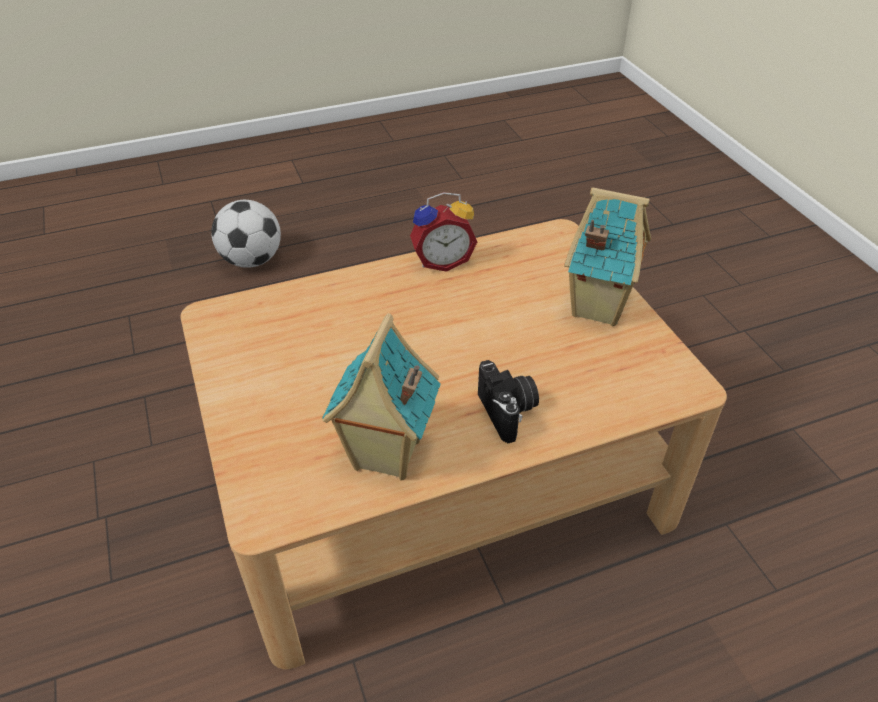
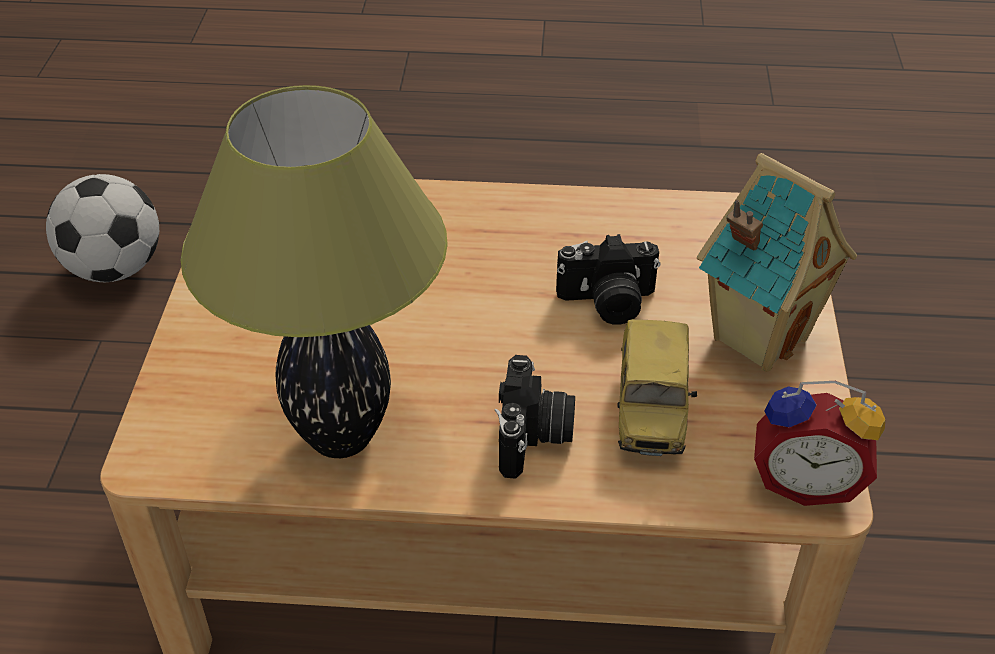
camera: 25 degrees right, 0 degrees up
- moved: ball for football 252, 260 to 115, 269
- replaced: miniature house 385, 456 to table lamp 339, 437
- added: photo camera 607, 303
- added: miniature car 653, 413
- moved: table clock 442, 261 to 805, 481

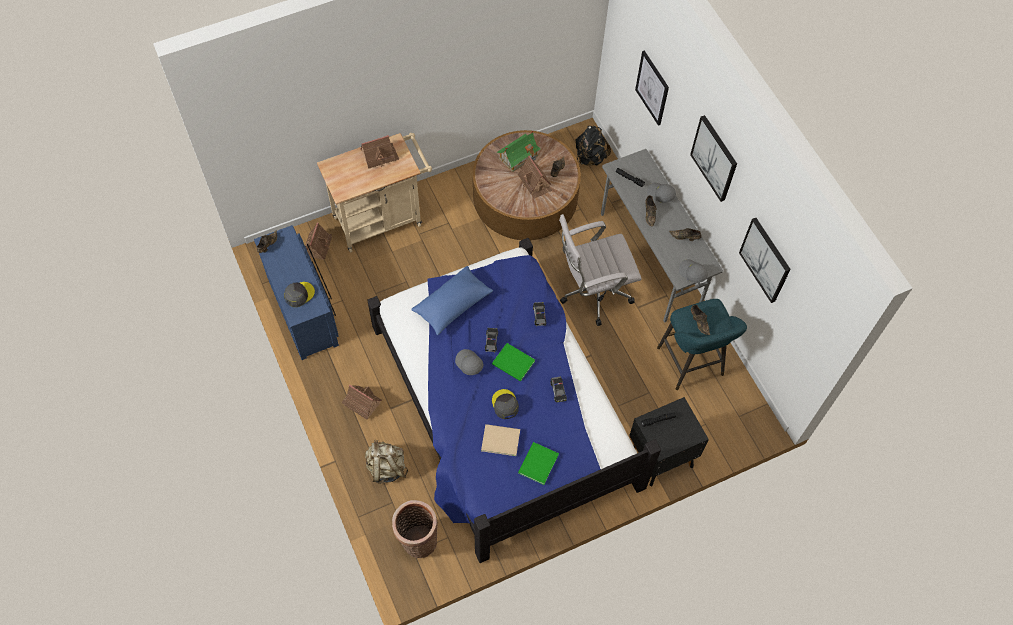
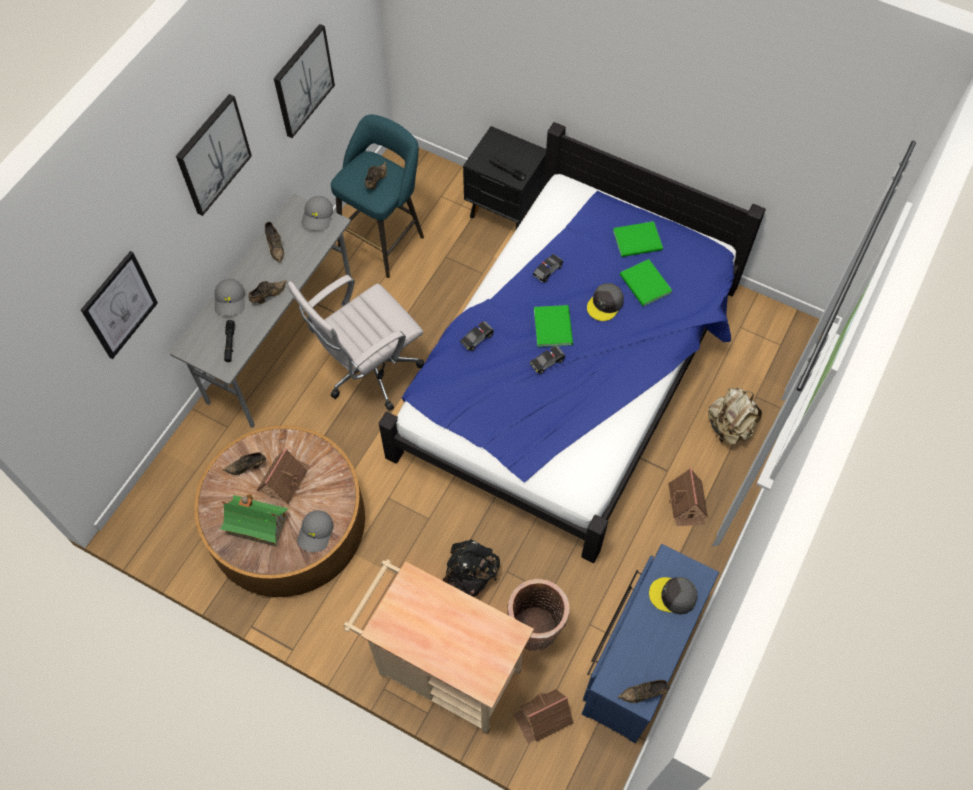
camera: 125 degrees left, 0 degrees up
- turned: office chair/white 592, 293 = 368, 372 105 degrees clockwise
- moved: cap/greyish 468, 364 to 316, 533
- moved: knapsack/black-coloured 590, 157 to 470, 576
- moved: household basket 417, 540 to 535, 632
- recoloured: bound book/beige-coloured 499, 439 to bound book/green-coloured 645, 285
- removed: miniature house 379, 156
- removed: throw pillow/bluish 452, 305

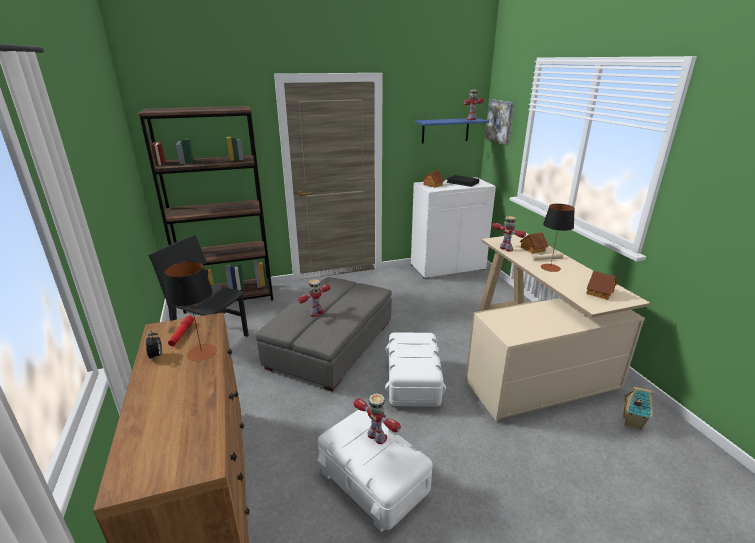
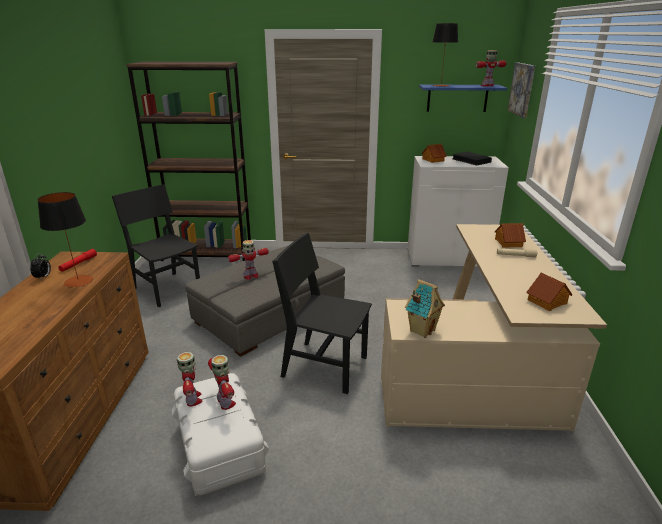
camera: 20 degrees right, 0 degrees up
- moved: robot figure 506, 249 to 193, 399
- replaced: storage bin/white 412, 382 to chair/black-coloured 324, 366
- moved: miniature house 631, 422 to 422, 330
- moved: table lamp 550, 268 to 441, 85

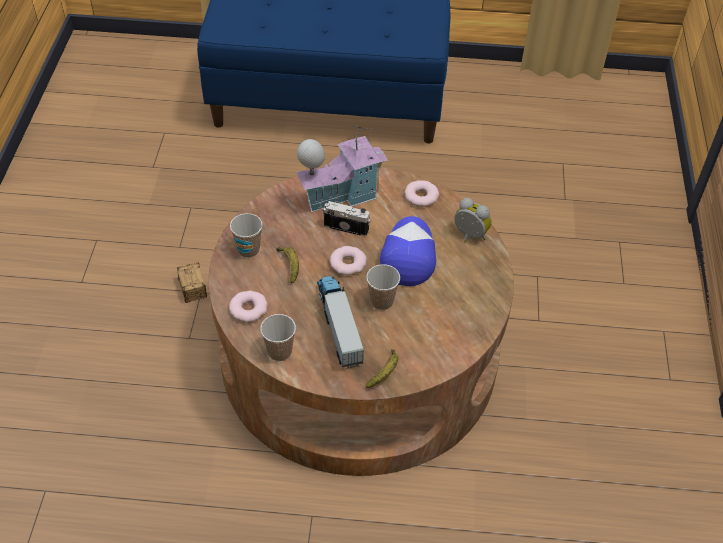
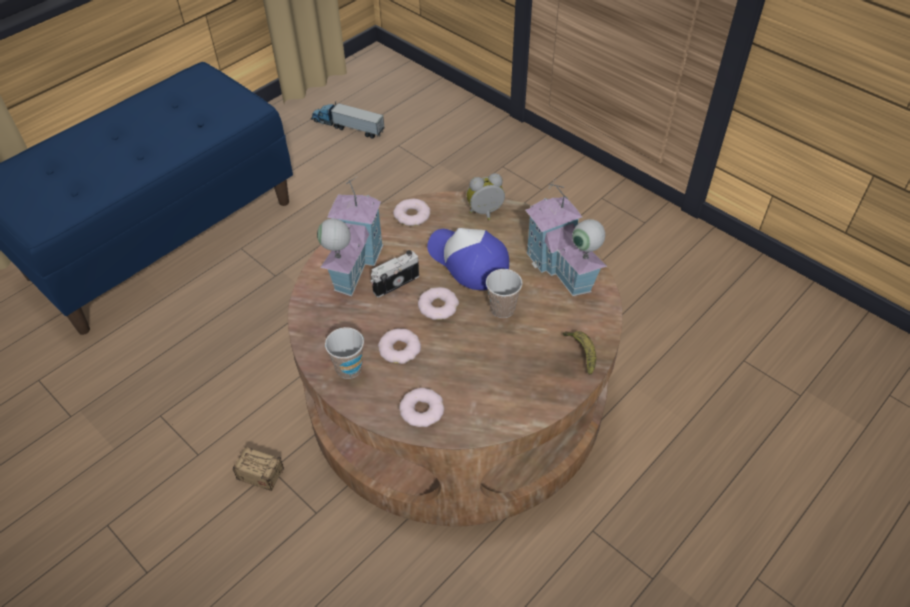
camera: 50 degrees left, 0 degrees up
- moved: toy truck 338, 325 to 347, 126
- replaced: banana 289, 266 to ring doughnut 400, 349
- added: miniature house 560, 268
- removed: drinking cup 279, 352

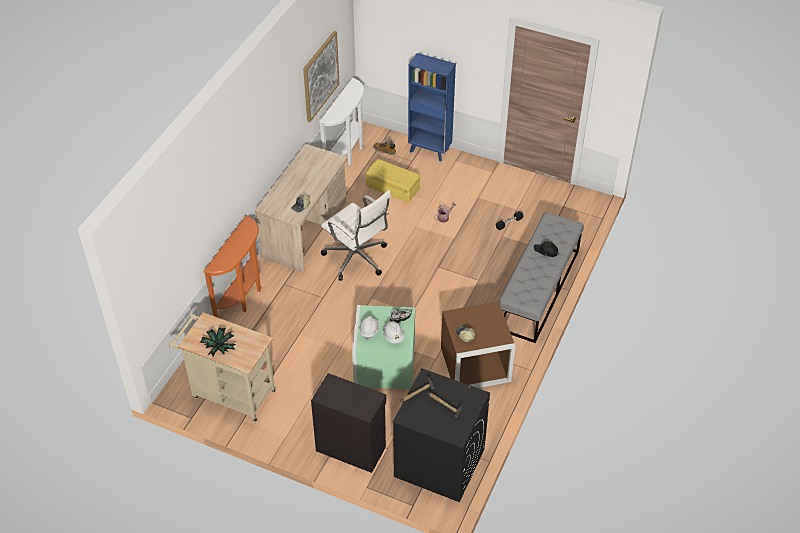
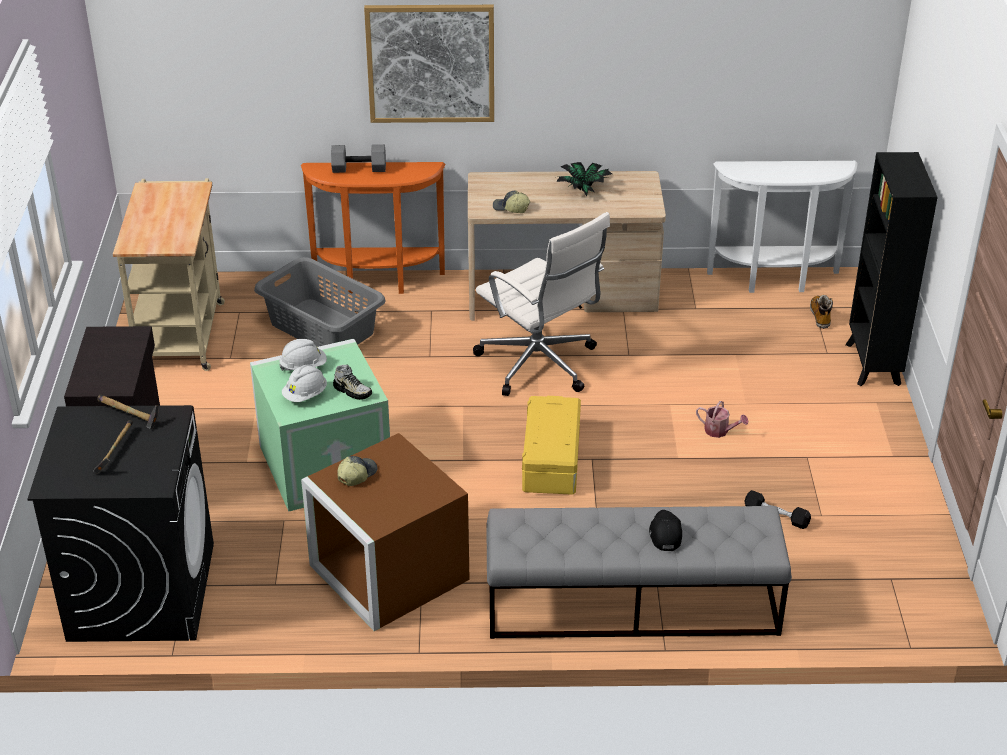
camera: 65 degrees right, 10 degrees down
- added: hamper/greyish 322, 327
- added: dumbbell/greyish 359, 168
- moved: wall art 320, 76 to 430, 63
- turned: office chair/white 357, 259 = 539, 365 60 degrees counterclockwise
- moved: storage bin/yellowish 393, 187 to 552, 460
- moved: plant in a pot 219, 347 to 584, 189
- recoloured: bookshelf/bluish 430, 150 to bookshelf/black-coloured 872, 365

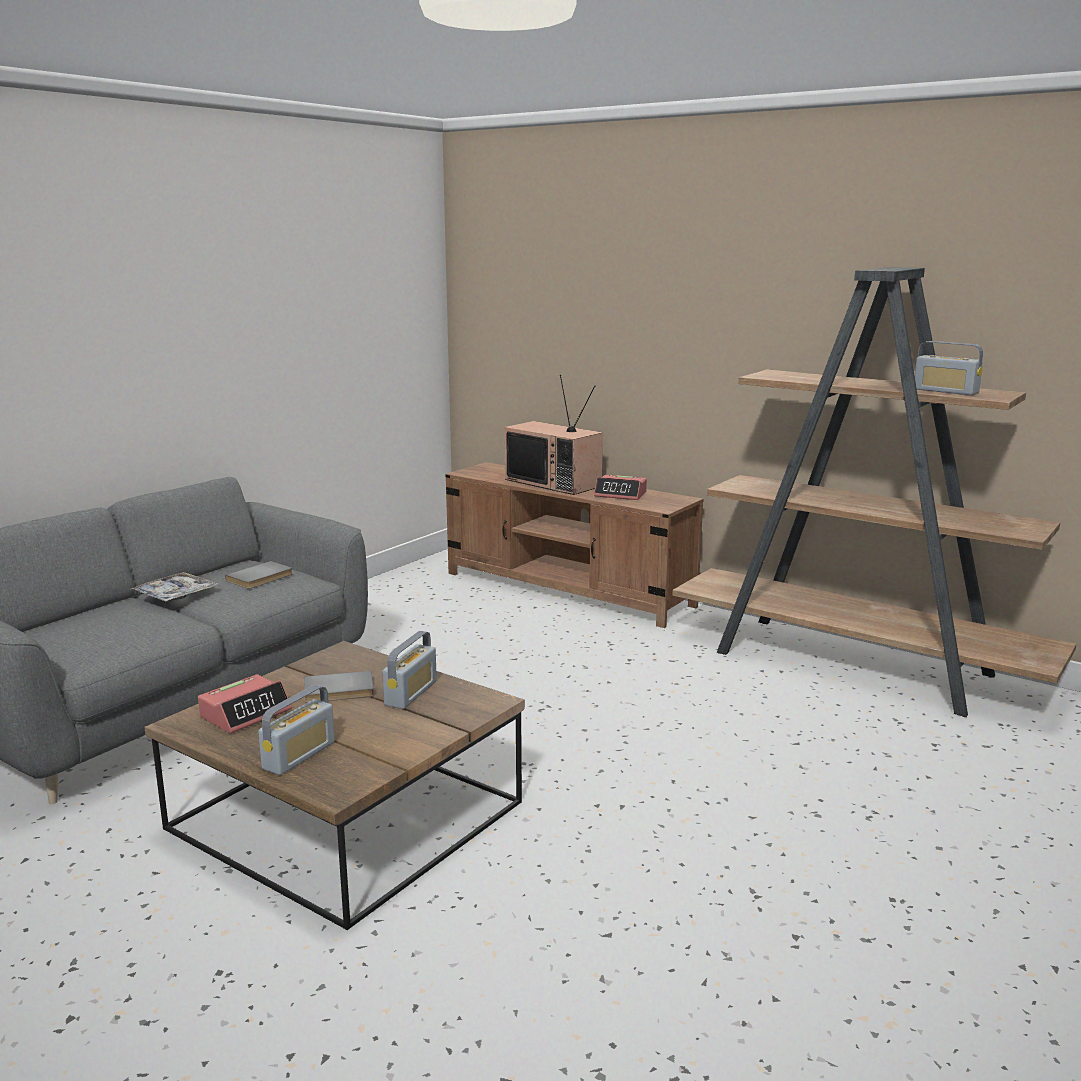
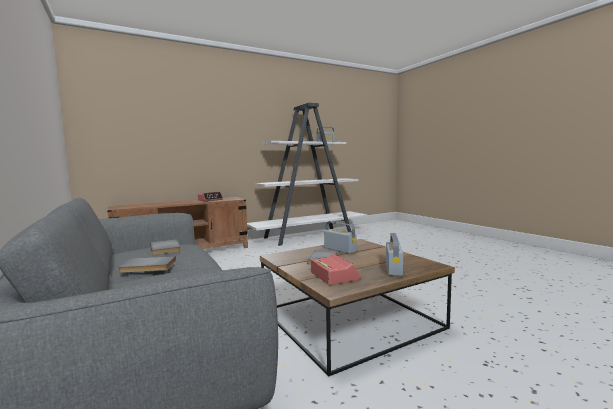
camera: 65 degrees left, 10 degrees down
- replaced: carrying tray 175, 595 to bound book/greyish 147, 267
- recoloured: bookshelf/brown 857, 665 to bookshelf/white 309, 236
- turned: radio 299, 755 = 393, 269 45 degrees clockwise
- removed: TV 555, 483

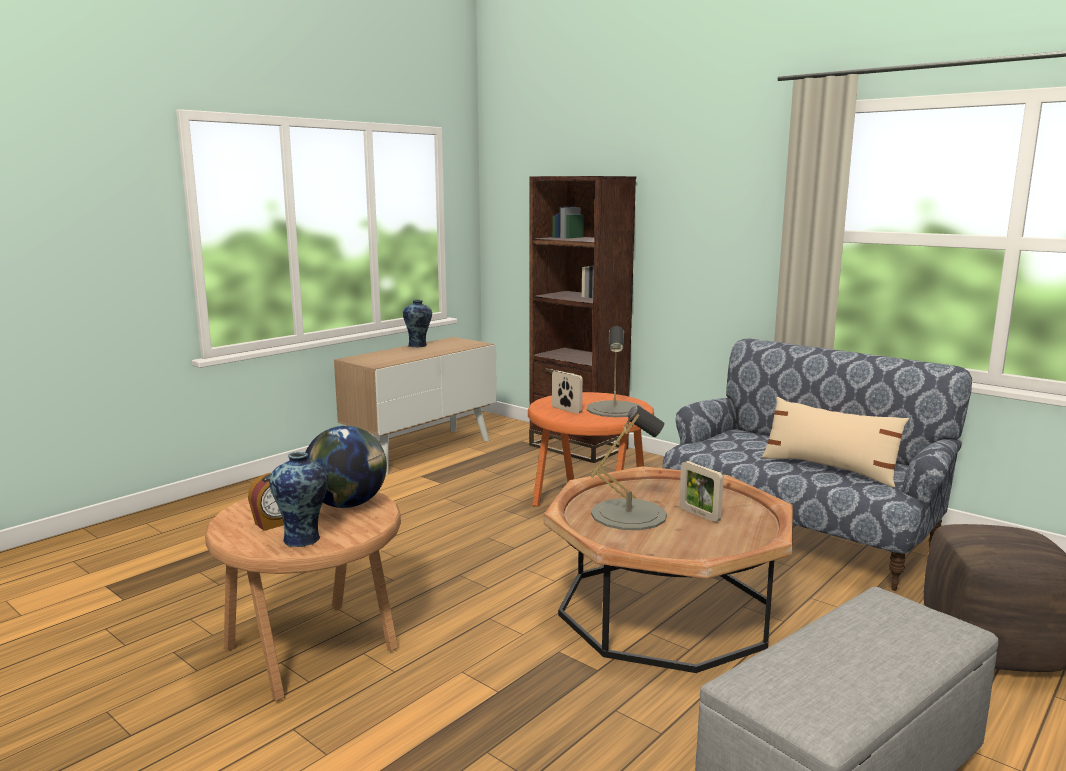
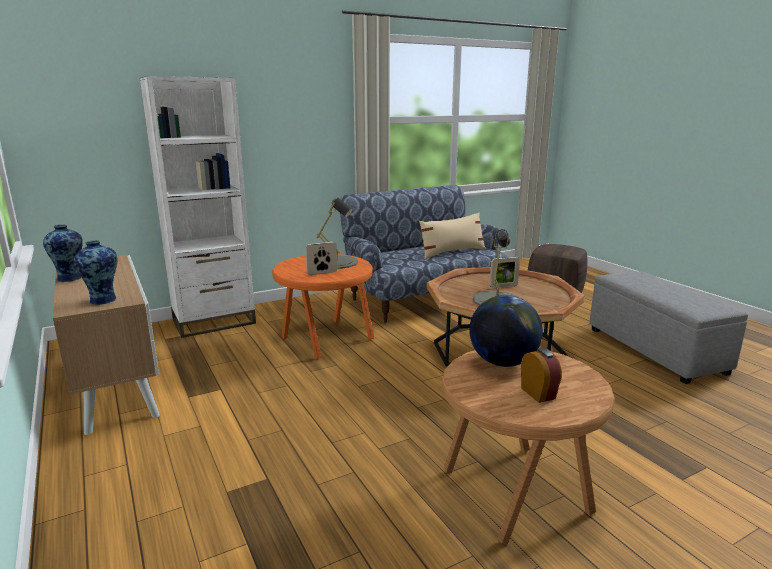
camera: 70 degrees left, 5 degrees up
- moved: flower vase 303, 539 to 103, 300
- recoloured: bookshelf/brown 578, 447 to bookshelf/white 214, 322

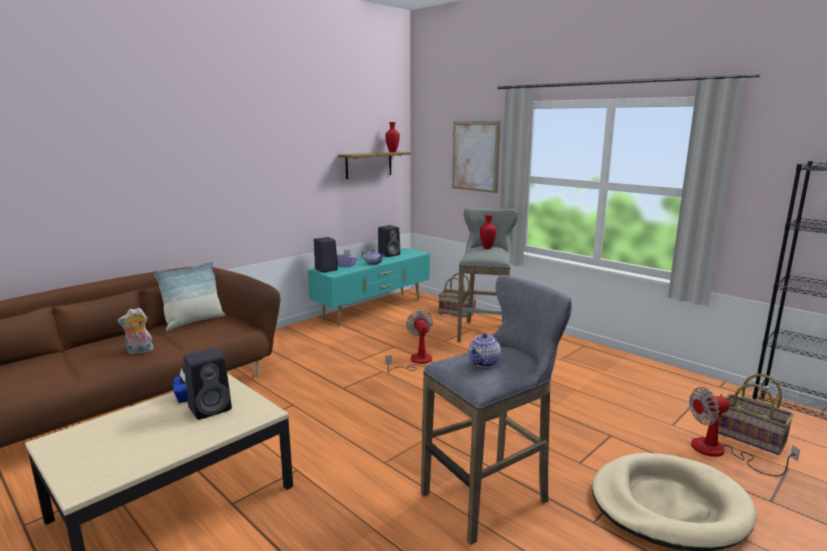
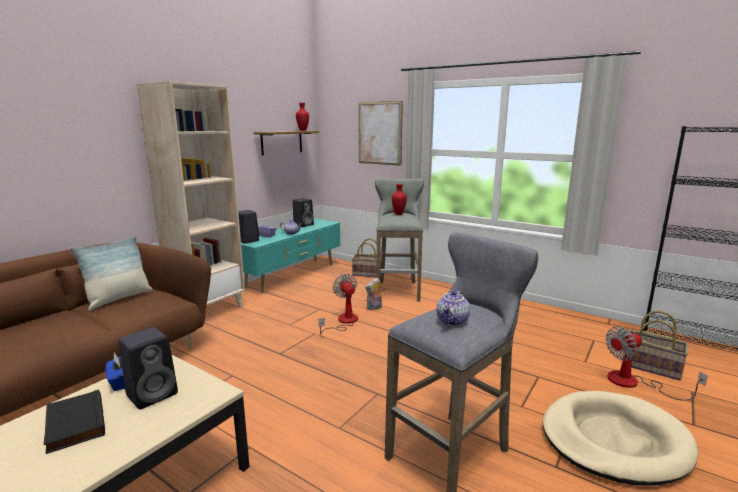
camera: 10 degrees left, 0 degrees up
- added: bound book/black-coloured 73, 424
- added: bookshelf/beige-coloured 208, 309
- moved: plush toy 139, 351 to 374, 308

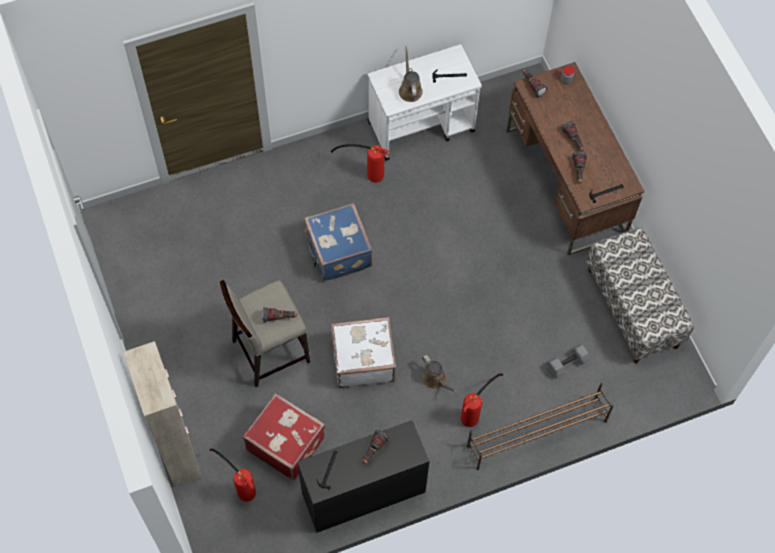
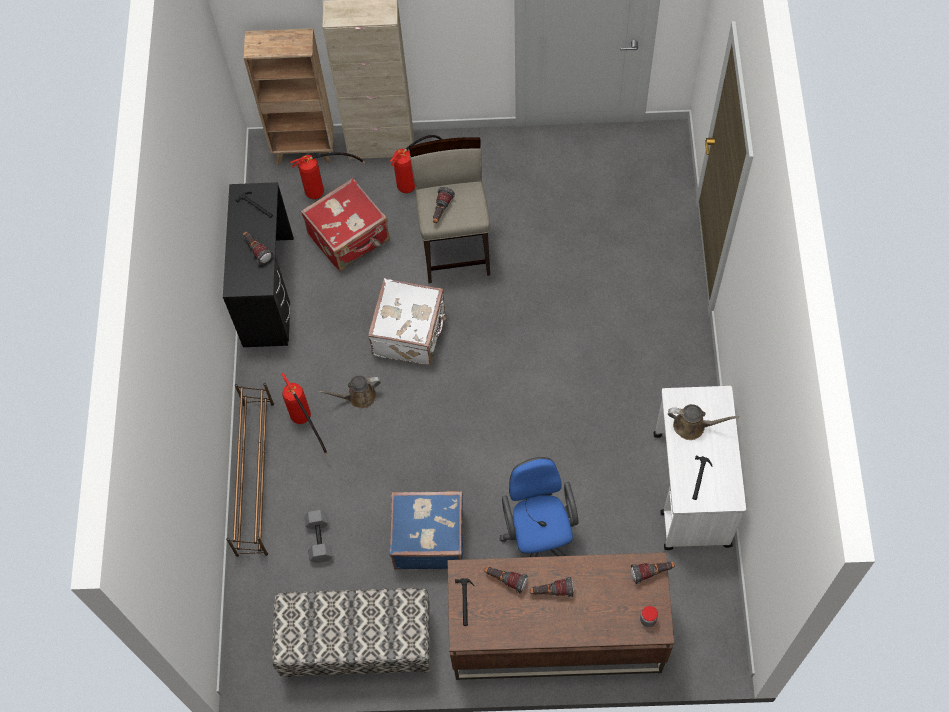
camera: 115 degrees right, 0 degrees up
- added: bookshelf/brown 305, 150
- moved: extinguisher 366, 172 to 414, 179
- moved: travel case/bluish 337, 253 to 428, 537
- added: office chair/bluish 539, 538

